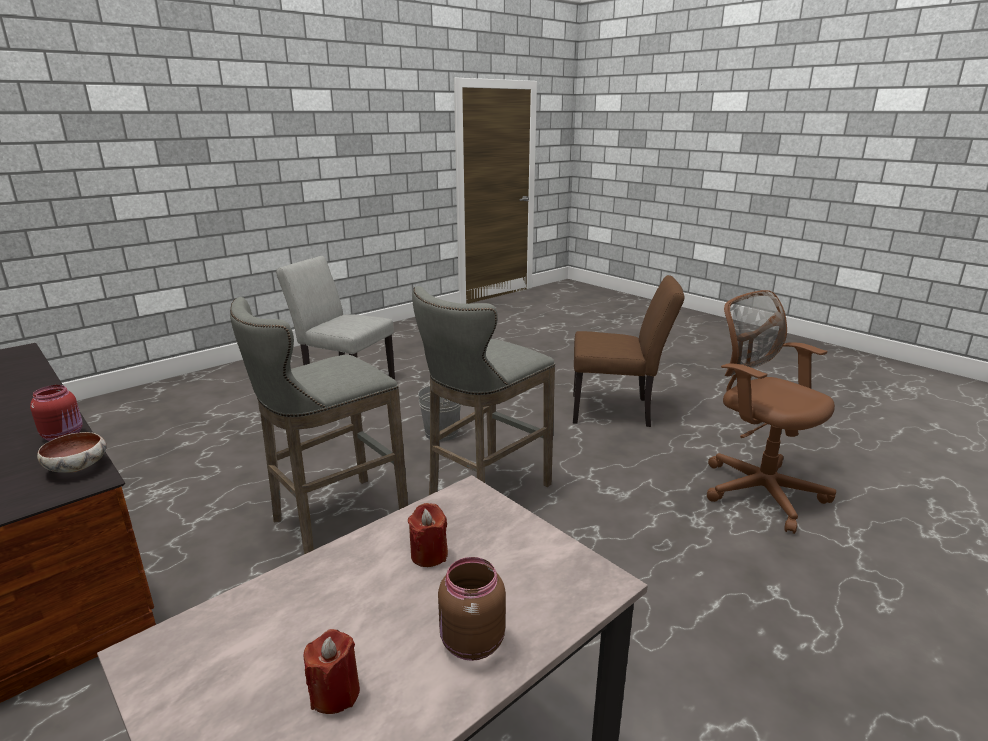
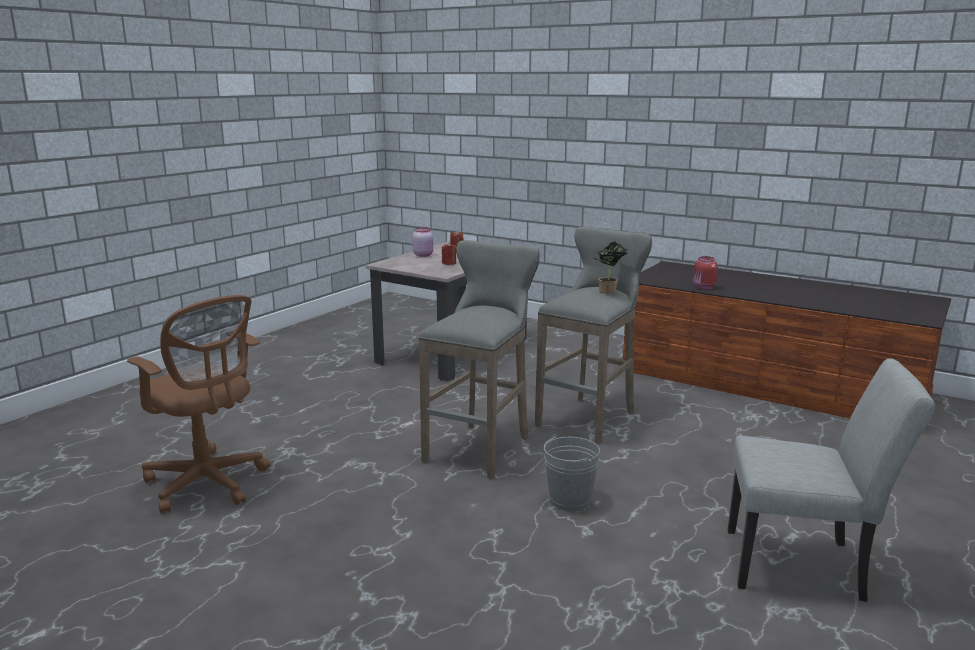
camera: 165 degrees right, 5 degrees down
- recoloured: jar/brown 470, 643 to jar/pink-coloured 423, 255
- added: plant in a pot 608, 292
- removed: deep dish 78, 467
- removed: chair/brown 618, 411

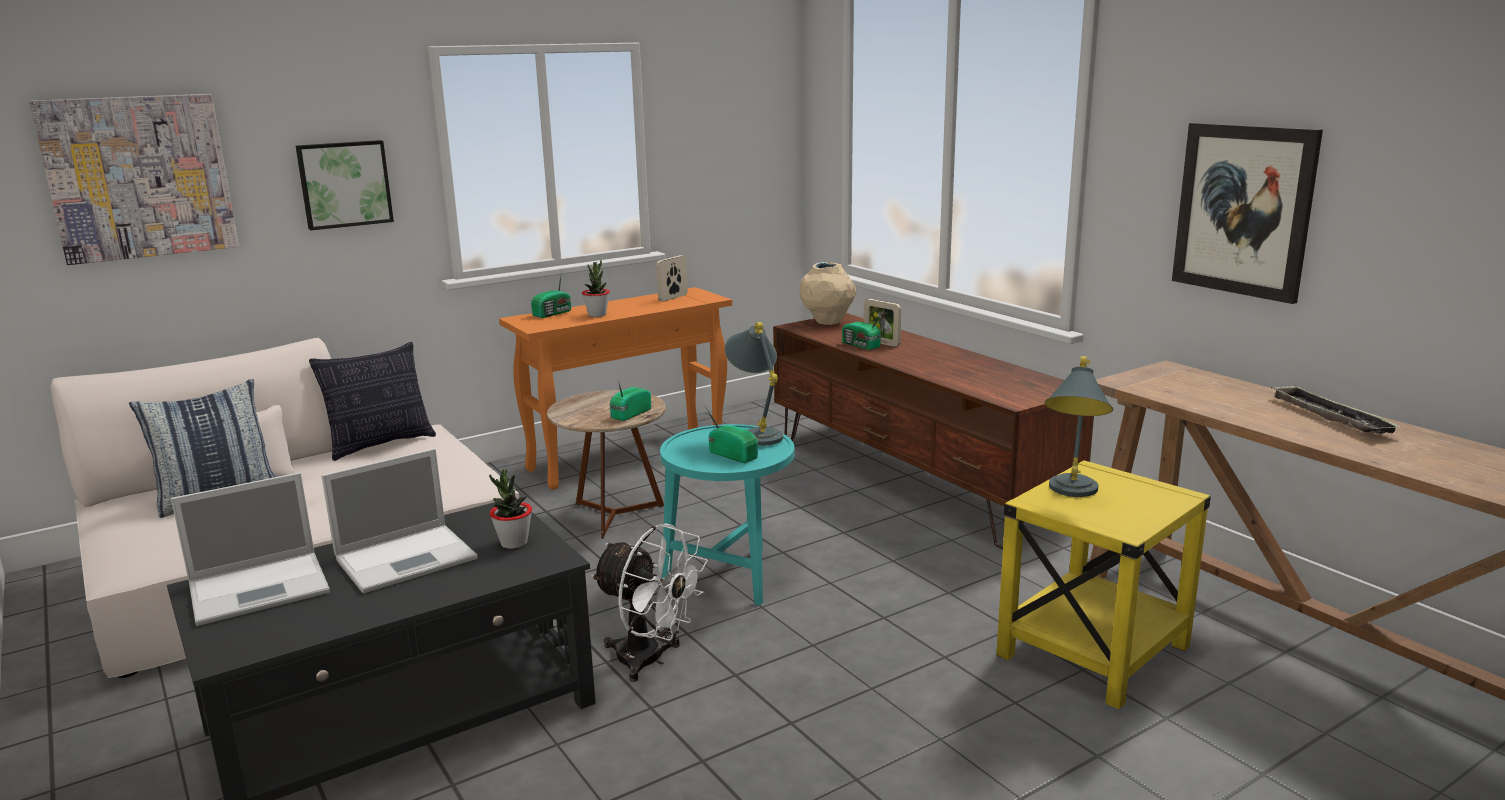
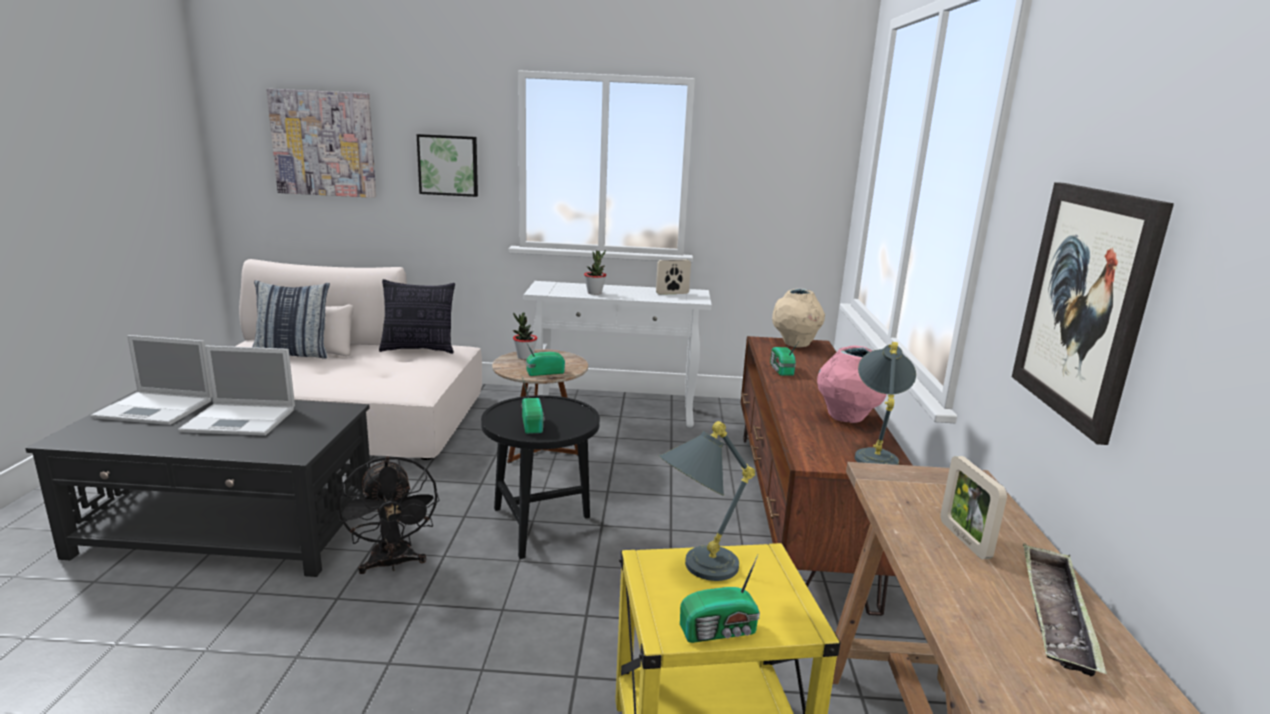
camera: 35 degrees right, 0 degrees up
- recoloured: electric fan/white 651, 660 to electric fan/black-coloured 392, 564
- recoloured: end table/blue-green 730, 574 to end table/black-coloured 540, 525
- moved: plant in a pot 514, 543 to 525, 357
- recoloured: narrow table/orange-coloured 629, 457 to narrow table/white 616, 412
- moved: radio 554, 313 to 720, 631
- added: flower vase/pink-coloured 847, 418
- moved: table lamp/greyish 757, 433 to 875, 454
- moved: picture frame 881, 343 to 964, 540

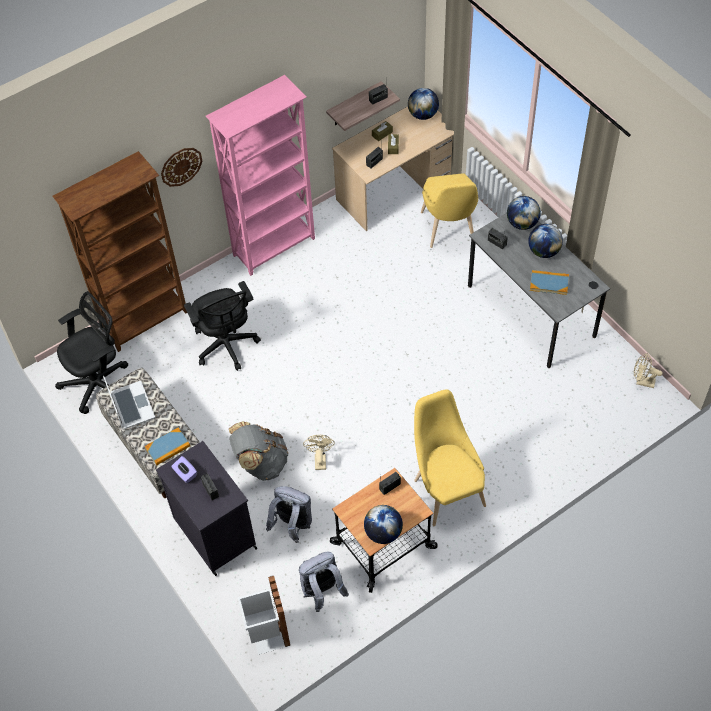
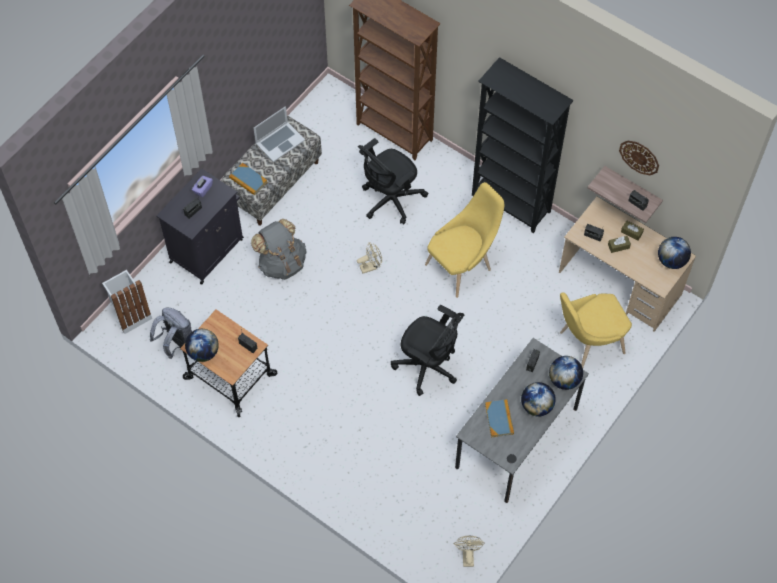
camera: 70 degrees right, 5 degrees up
- moved: electric fan/beige-coloured 320, 459 to 371, 266
- moved: office chair/black-coloured 99, 383 to 428, 367
- moved: chair/yellowish 446, 489 to 462, 265
- recoloured: bookshelf/pink-coloured 275, 247 to bookshelf/black-coloured 511, 204
- moved: wall clock 181, 166 to 639, 157
- removed: knapsack/greyish 292, 525

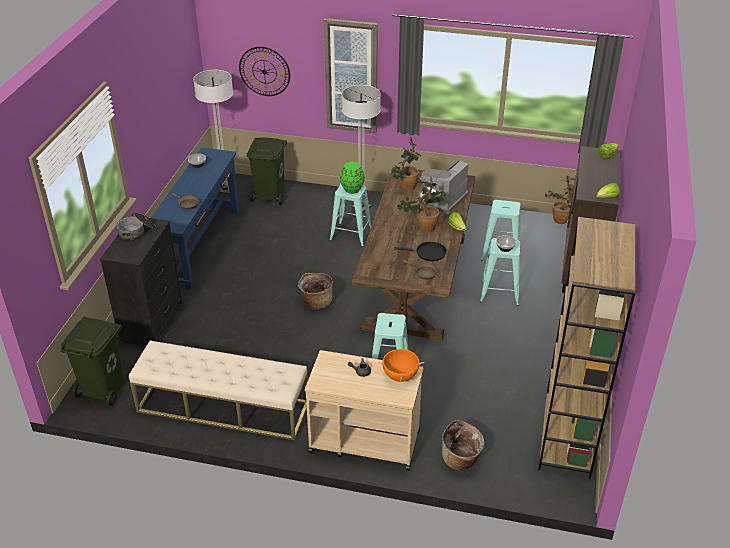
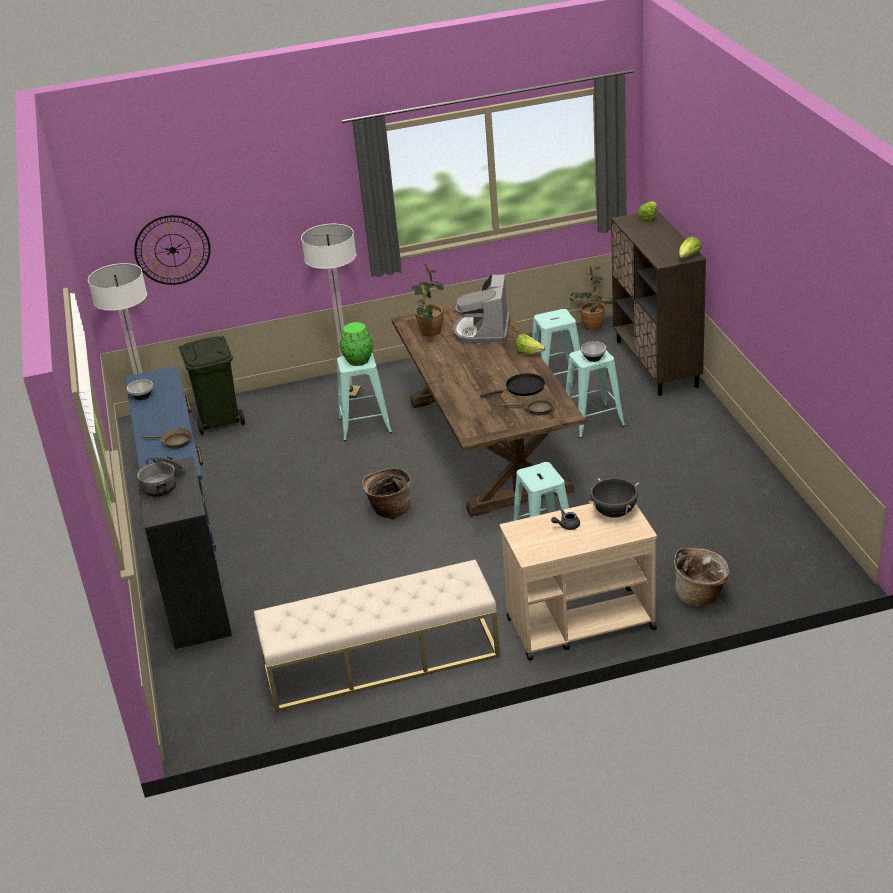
camera: 25 degrees left, 5 degrees down
- recoloured: saucepot/orange-coloured 400, 376 to saucepot/black-coloured 614, 512
- removed: rubbish bin/green-coloured 104, 388
- removed: wall art 351, 76
- removed: plant in a pot 423, 227
- removed: bookshelf/brown 567, 437

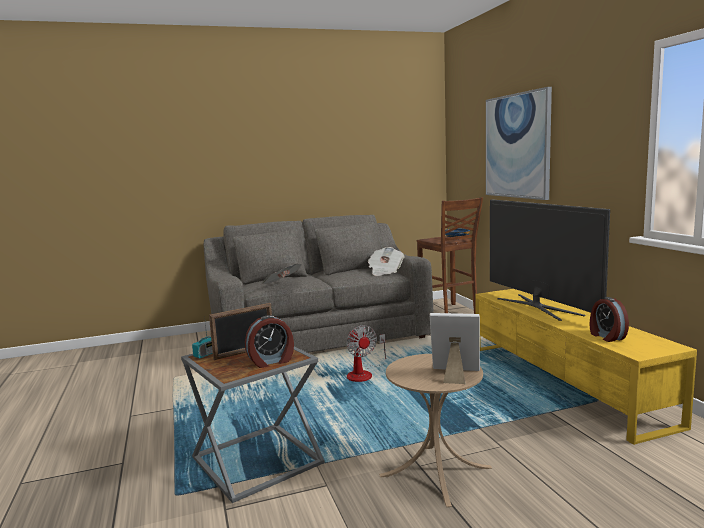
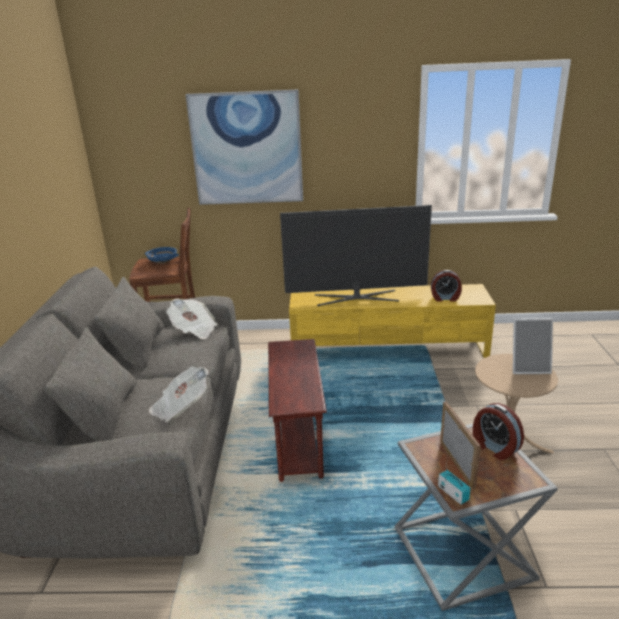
camera: 70 degrees left, 15 degrees up
- replaced: electric fan 364, 373 to end table/brown 297, 440
- turned: table clock 271, 361 = 494, 448 150 degrees clockwise
- turned: picture frame 454, 375 = 528, 367 120 degrees counterclockwise

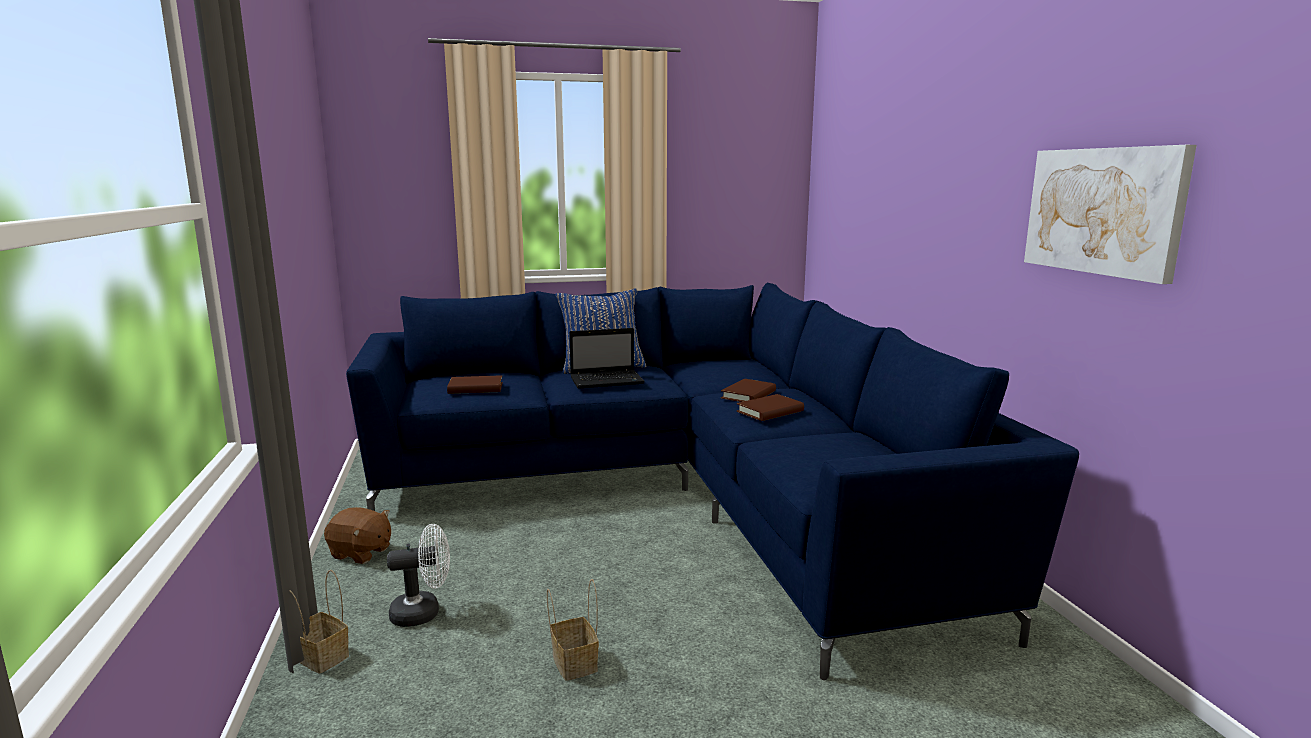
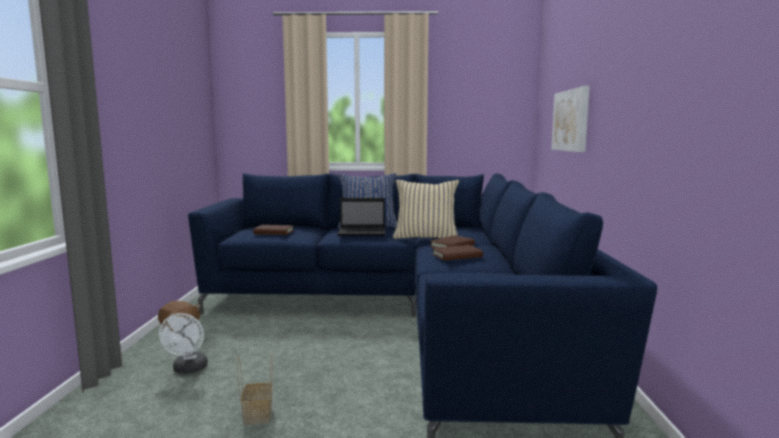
camera: 15 degrees right, 5 degrees down
- turned: electric fan/white 423, 612 = 188, 370 90 degrees clockwise
- added: throw pillow/beige-coloured 425, 237
- moved: wall art 1103, 211 to 571, 120
- removed: household basket 320, 657

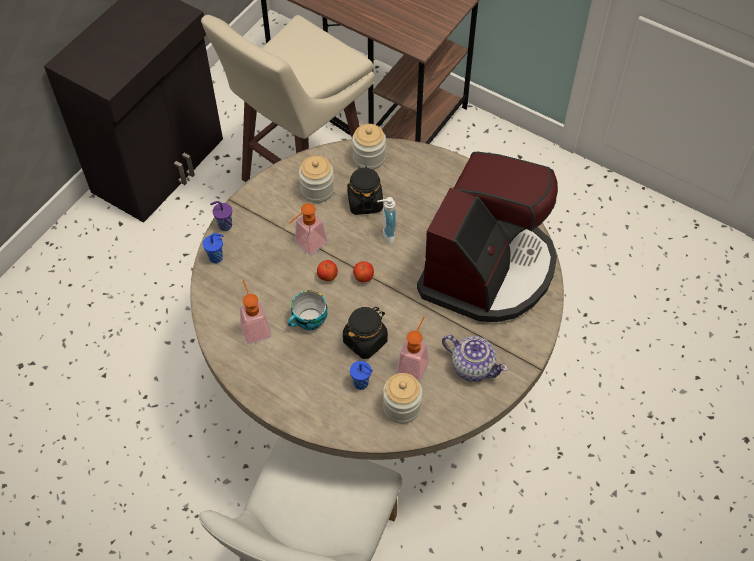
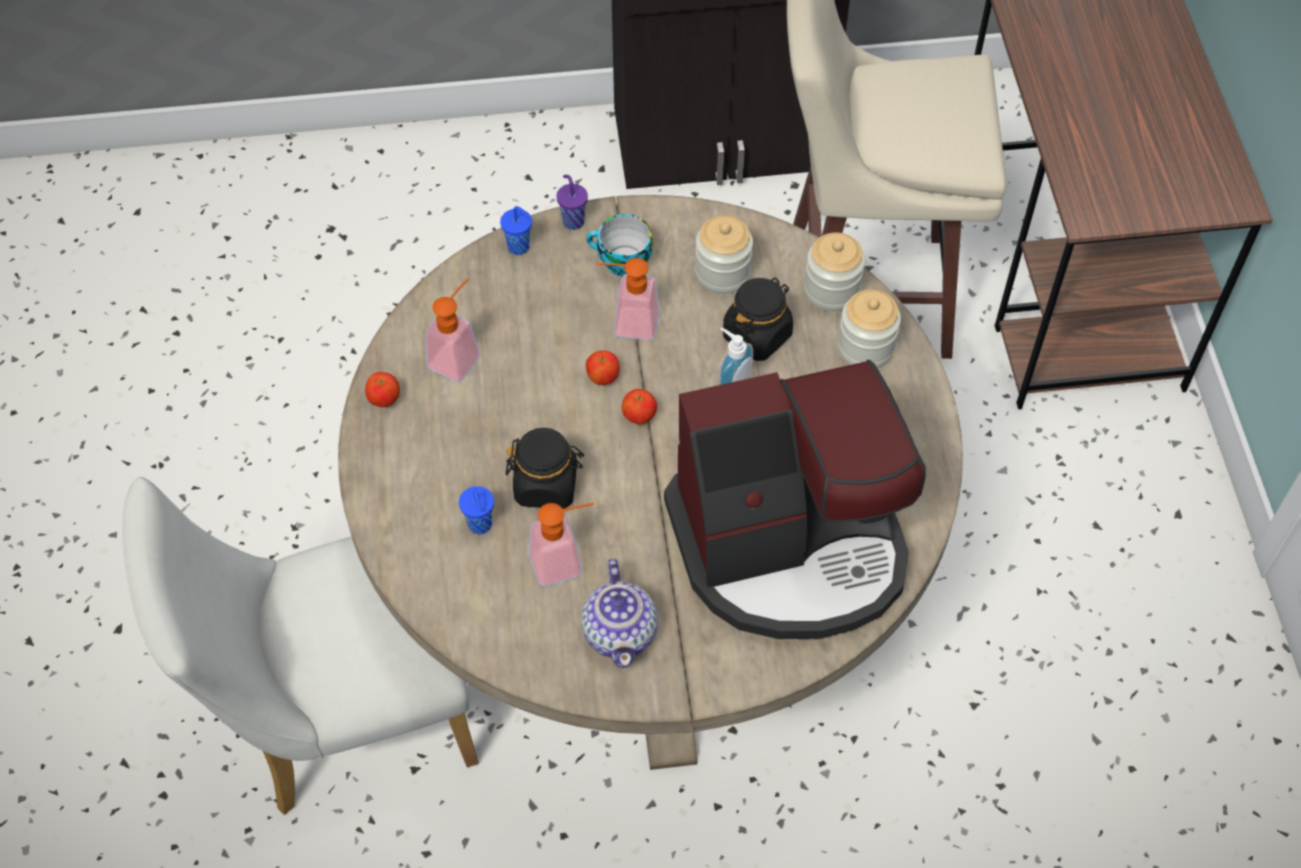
camera: 50 degrees right, 0 degrees up
- added: apple 384, 399
- moved: drinking cup 309, 321 to 621, 262
- moved: jar 402, 407 to 865, 347

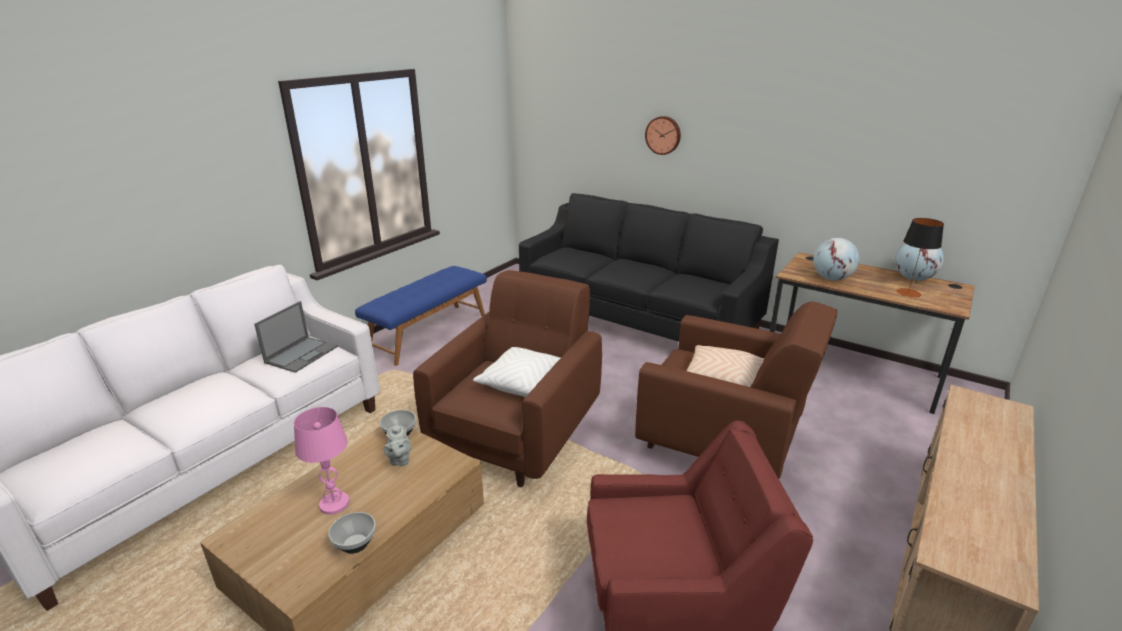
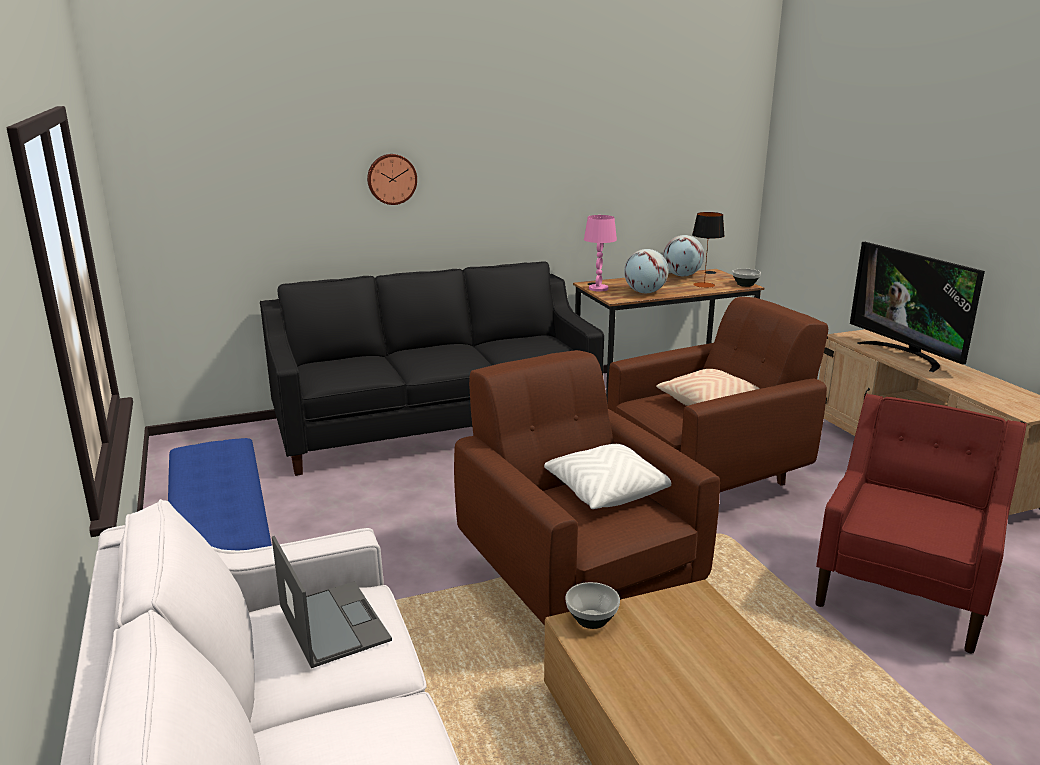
camera: 55 degrees left, 5 degrees down
- moved: table lamp/pink-coloured 334, 504 to 598, 288
- moved: deep dish 354, 544 to 745, 285
- added: TV 906, 355
- removed: pot for tea/greyish 399, 460

